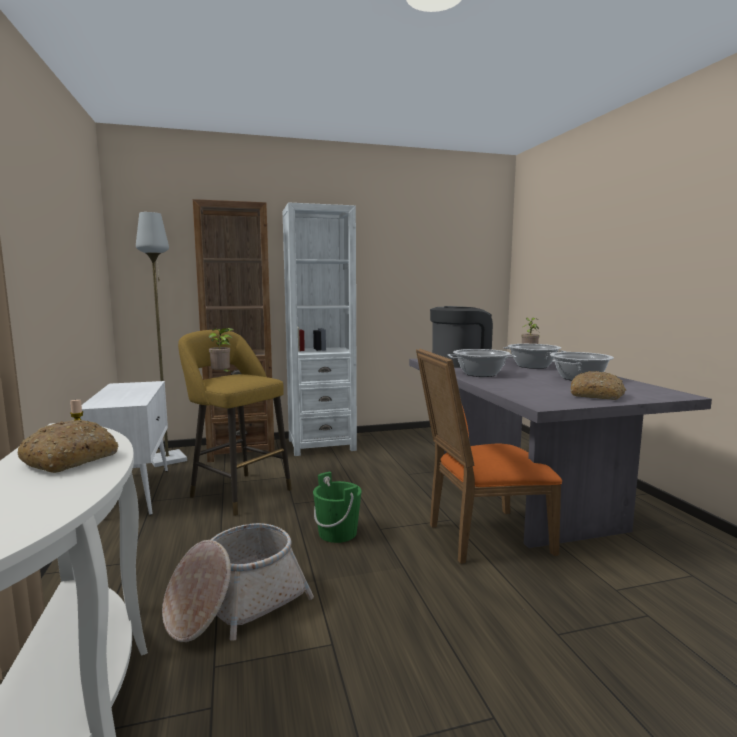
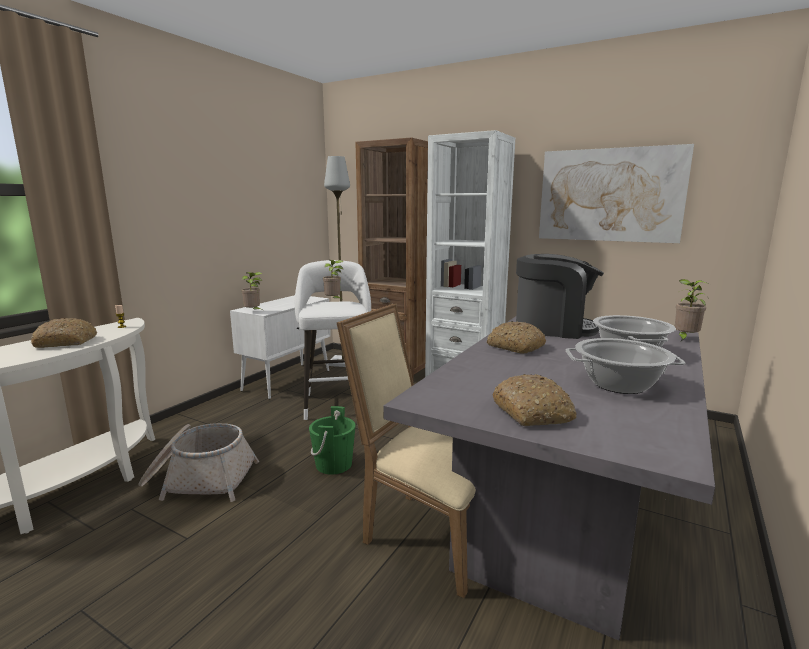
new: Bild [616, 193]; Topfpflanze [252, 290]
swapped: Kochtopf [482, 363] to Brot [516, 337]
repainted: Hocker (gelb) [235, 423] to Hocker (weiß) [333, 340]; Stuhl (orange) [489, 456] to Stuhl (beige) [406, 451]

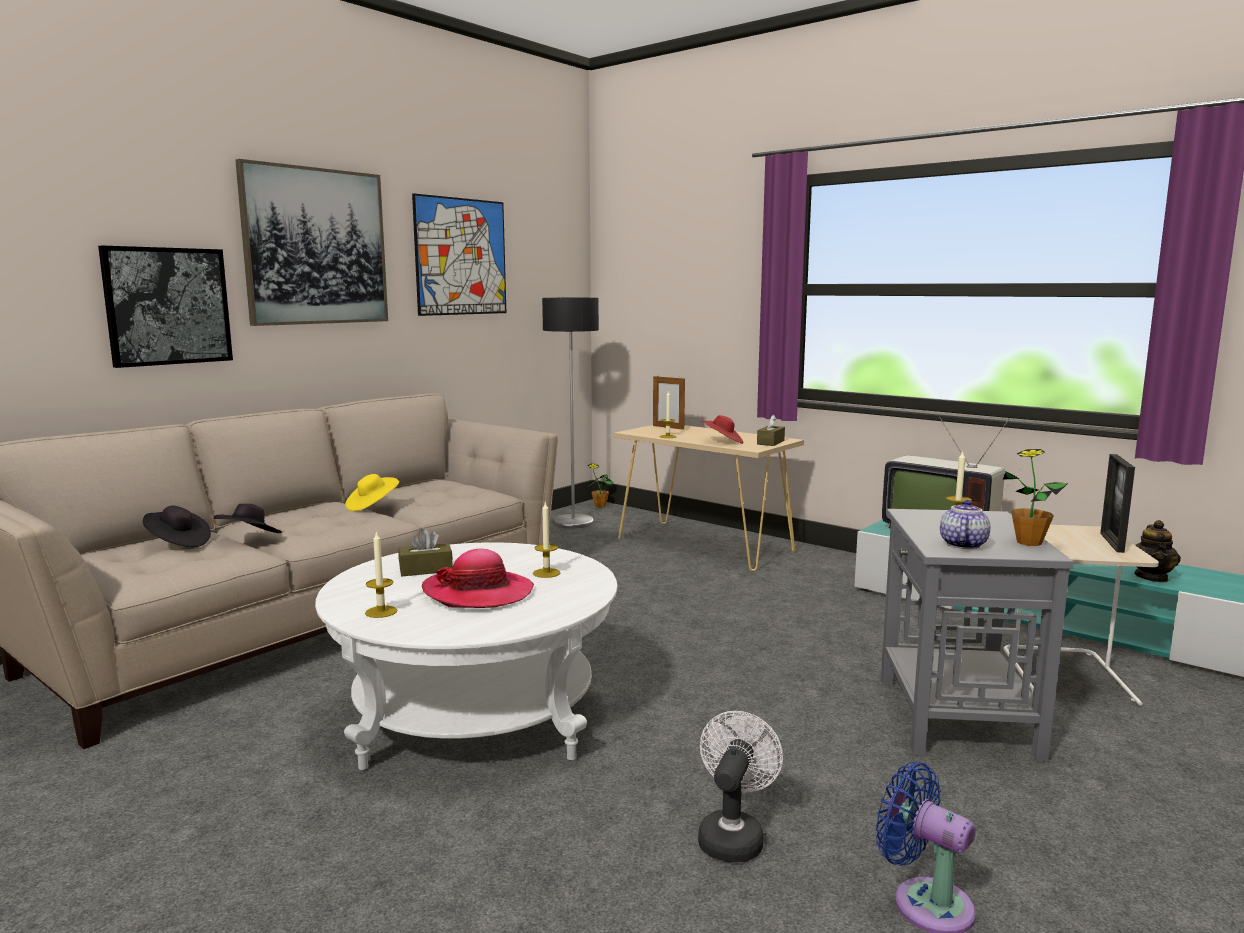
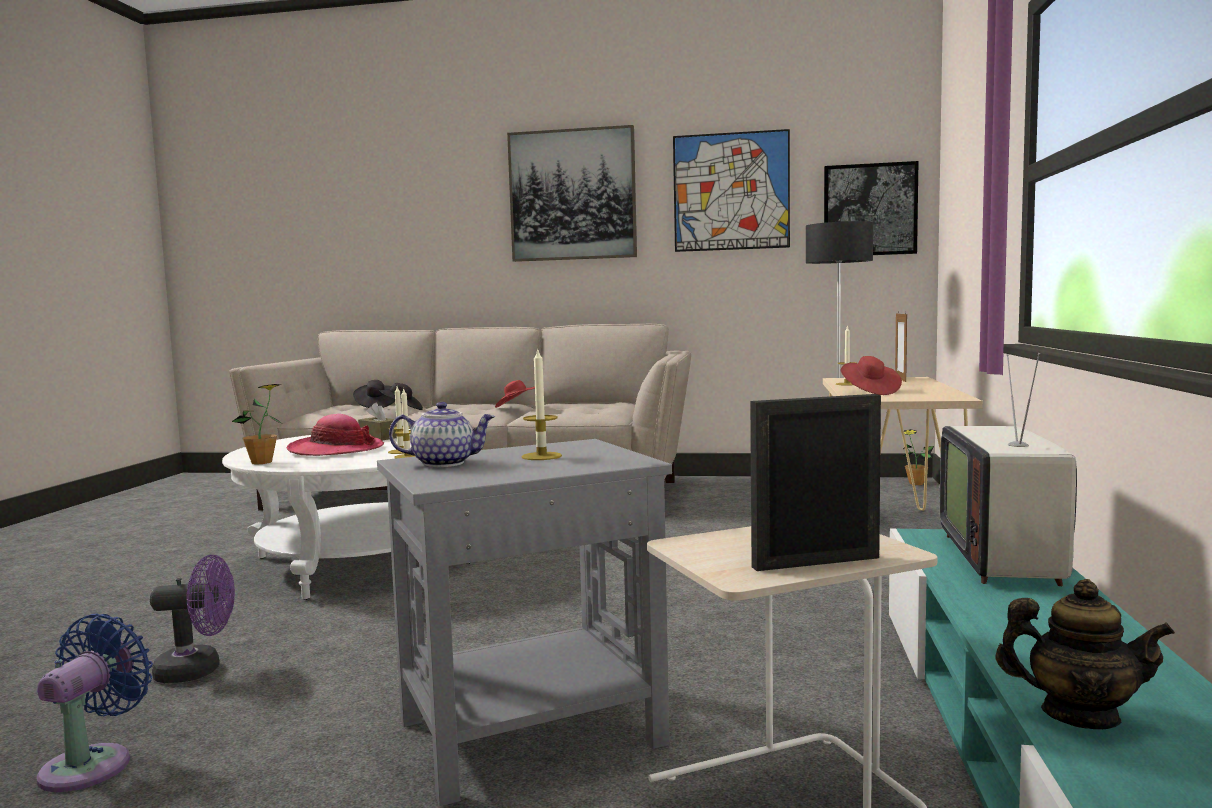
gone: Taschentuchbox (braun) [771, 430]
shifted: Bild [165, 307] to [871, 208]; Topfpflanze [1035, 497] to [257, 424]; Kerze [381, 574] to [405, 423]
repainted: Hut (gelb) [372, 492] to Hut (rot) [515, 394]; Ventilator (weiß) [740, 786] to Ventilator (lila) [192, 619]
rotated: Teekanne [1157, 551] = [1085, 654] 150 degrees counterclockwise

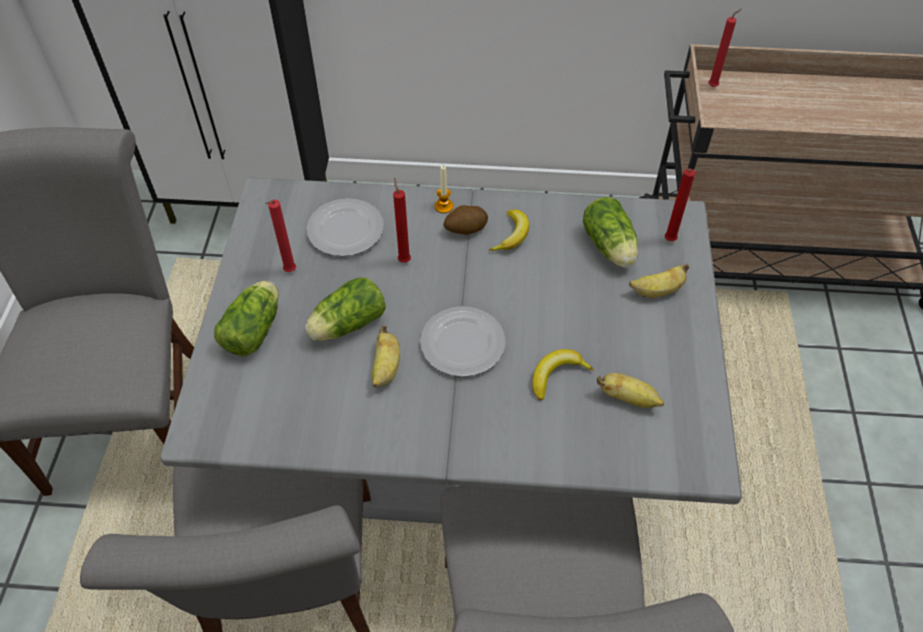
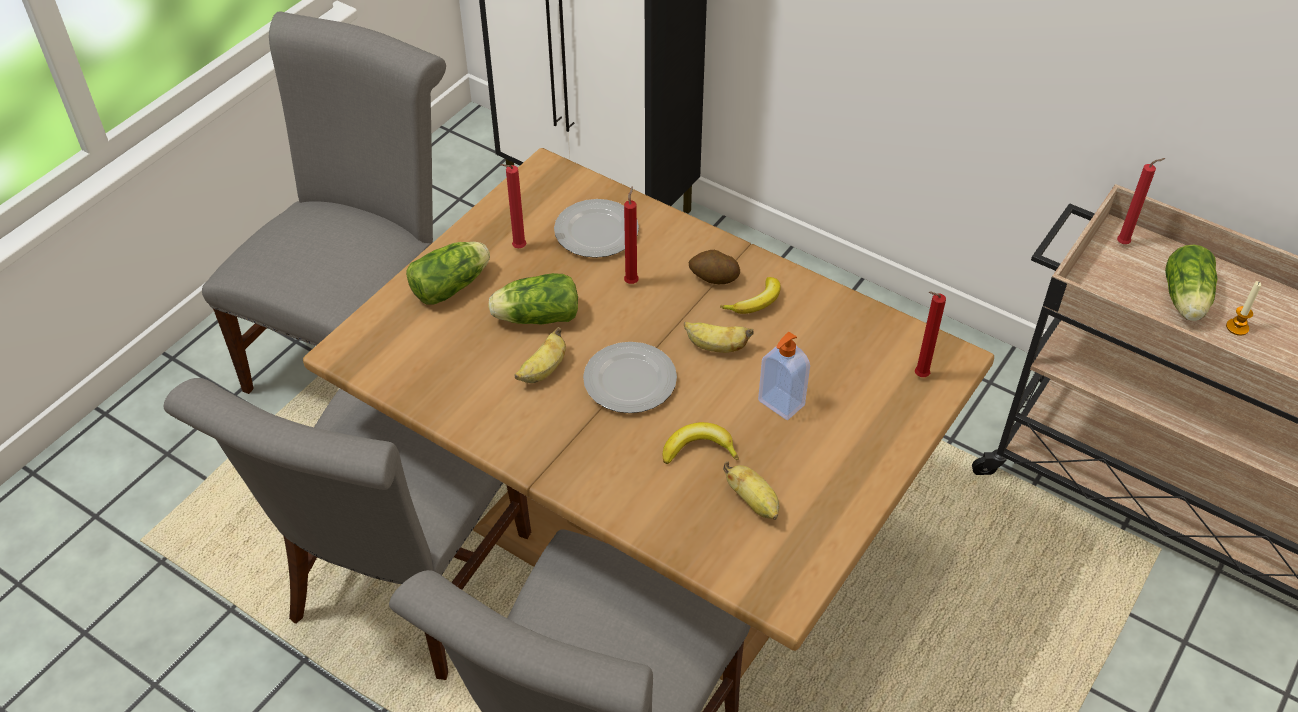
new: Seifenspender [784, 376]
shifted: Kerze [444, 189] to [1243, 308]; Salatkopf [610, 232] to [1191, 283]; Banane [659, 281] to [719, 337]
repainted: Esstisch (grau) [451, 350] to Esstisch (braun) [648, 414]

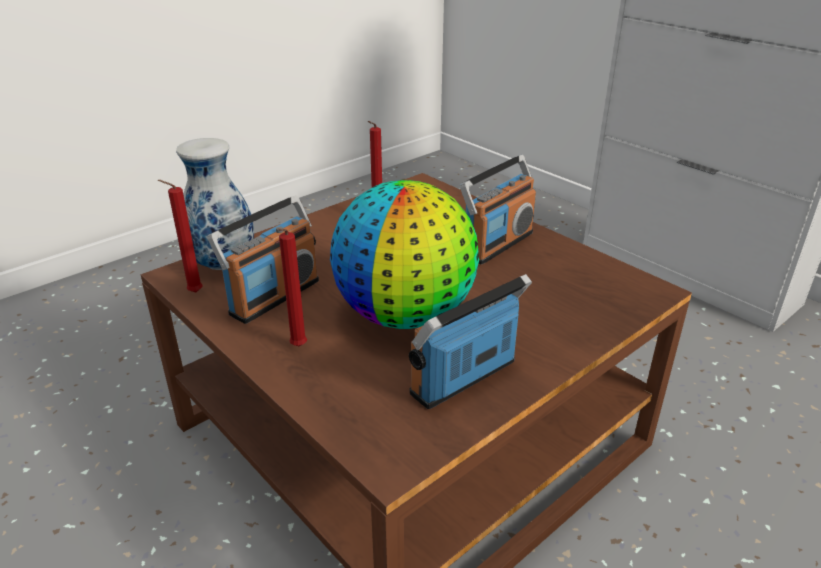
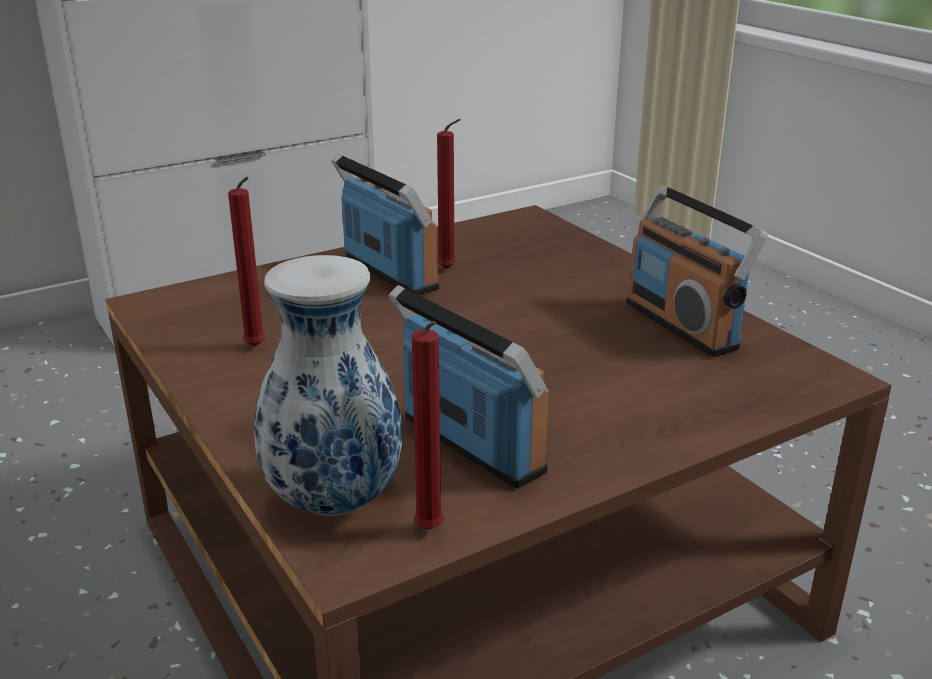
gone: Globus [404, 254]
shifted: Kerze (rot) [292, 287] to [449, 194]

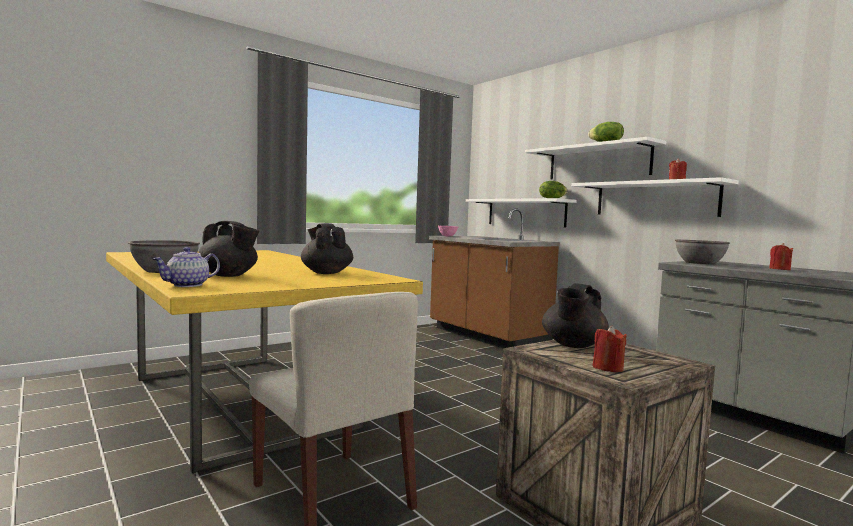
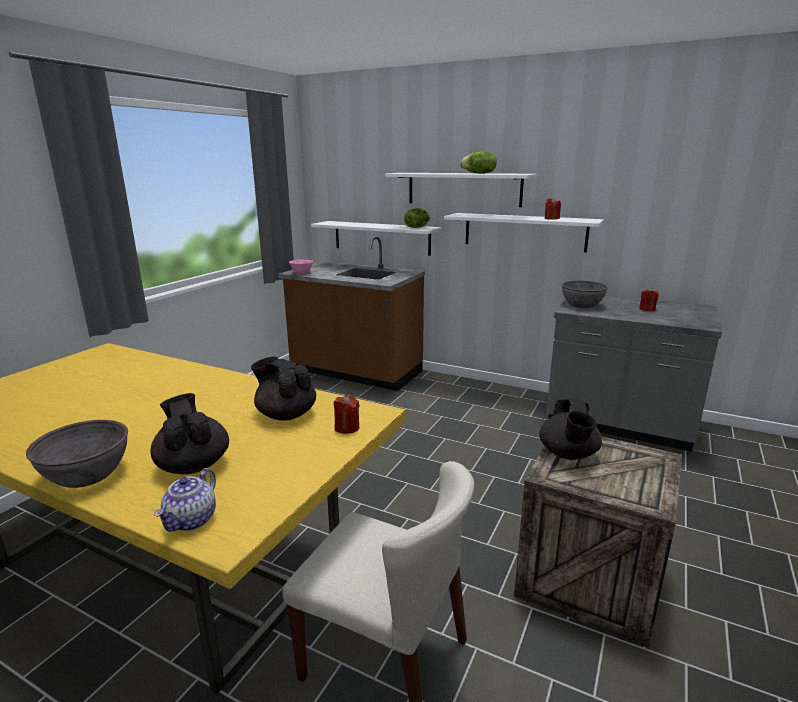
shifted: Kerze (rot) [610, 348] to [346, 414]
rotated: Teekanne (schwarz) [228, 249] = [189, 433] 120 degrees counterclockwise

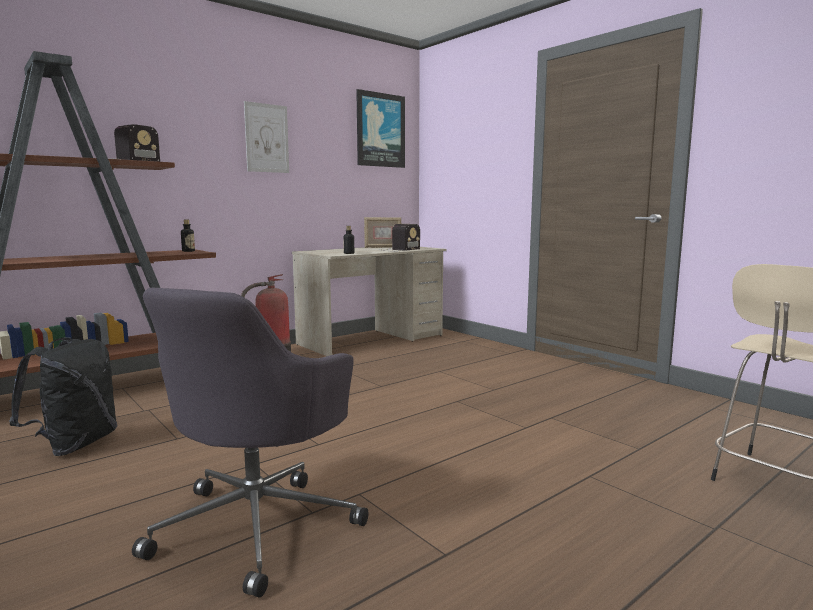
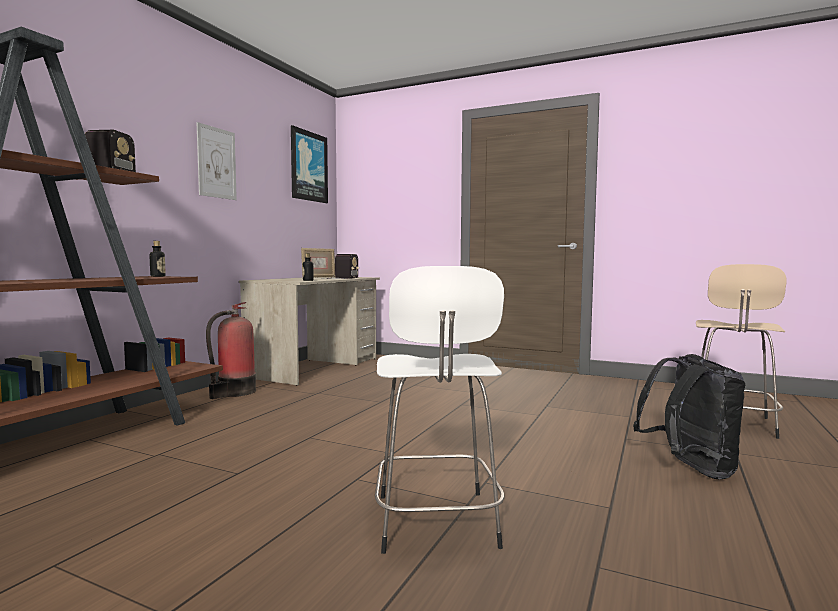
shifted: Rucksack (schwarz) [63, 396] to [689, 416]
swapped: Bürostuhl (grau) [250, 443] to Hocker (weiß) [440, 410]

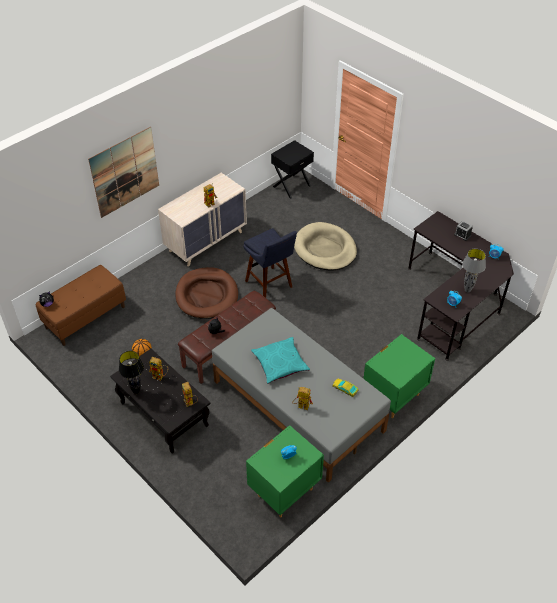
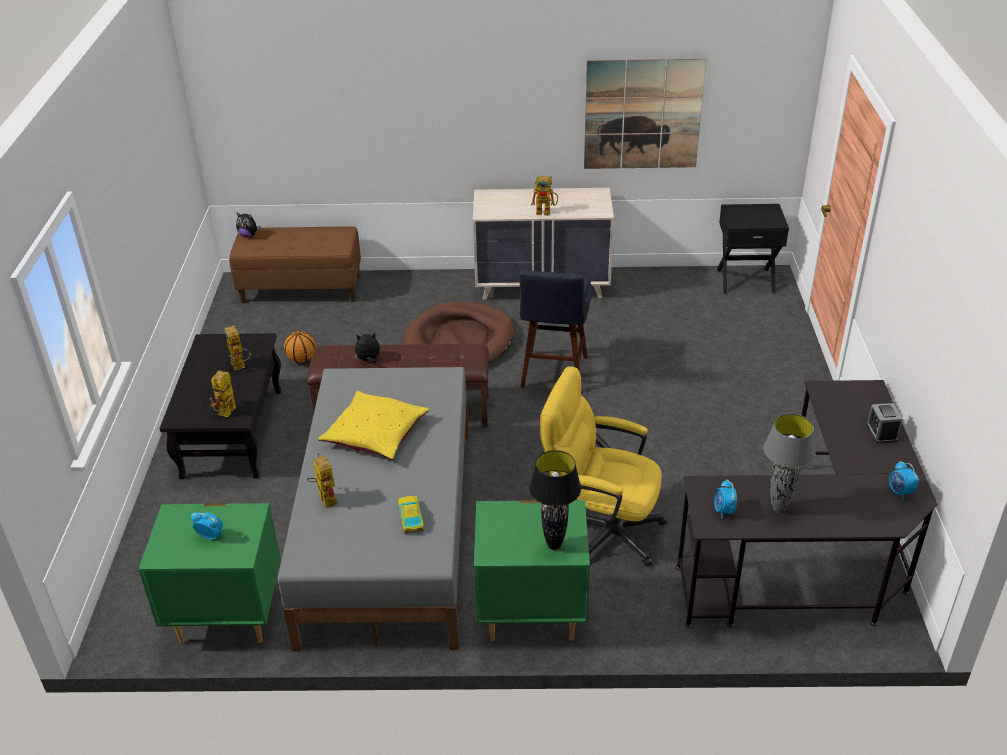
gone: Hundebett (beige) [325, 246]
new: Bürostuhl (gelb) [603, 466]
shifted: Bild [123, 172] to [645, 114]; Tischlampe (schwarz) [131, 372] to [555, 500]
repainted: Kissen (türkis) [280, 360] to Kissen (gelb) [373, 425]

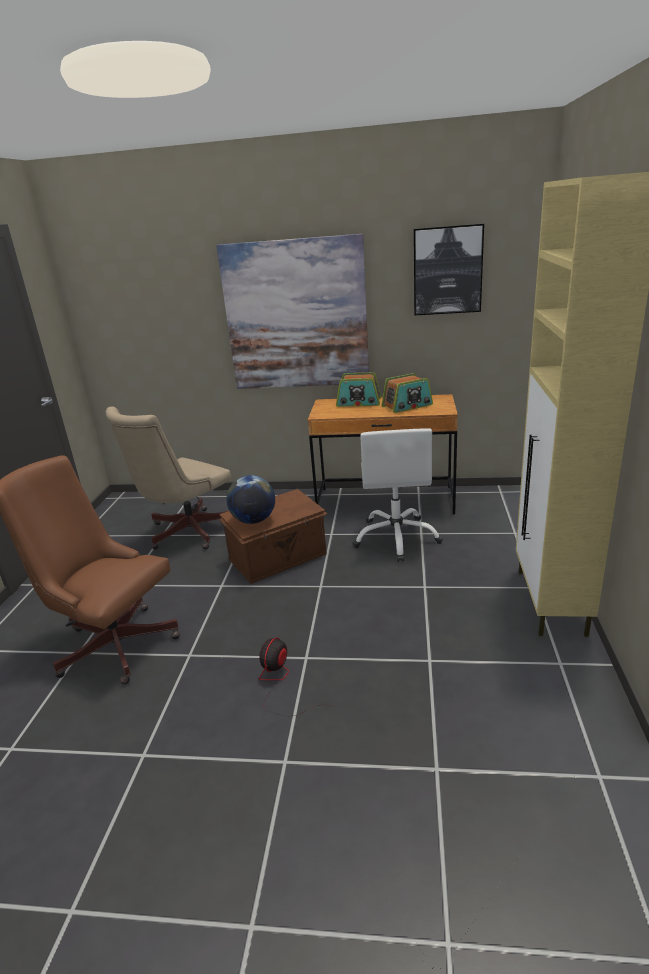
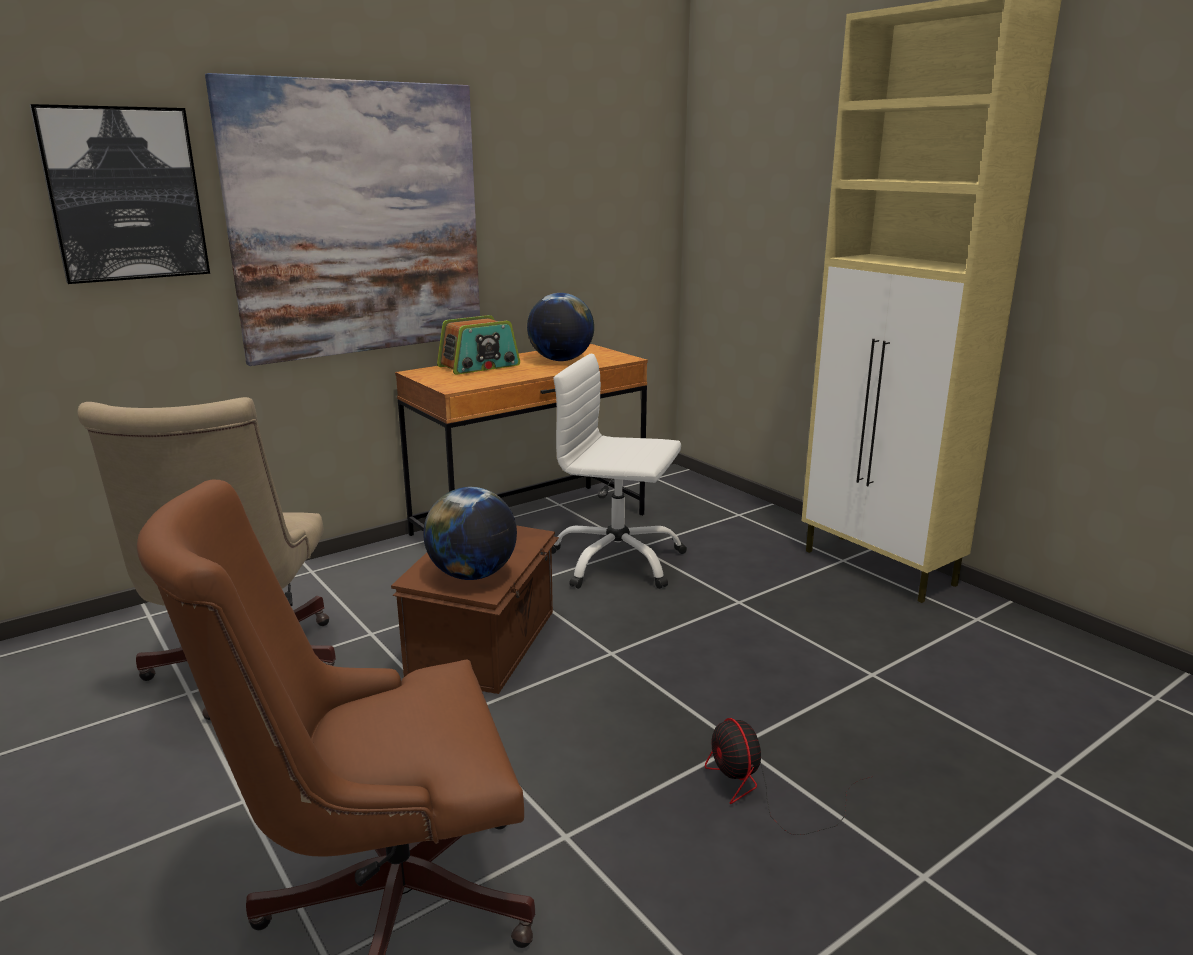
shifted: Bild [449, 270] to [120, 194]
swapped: Radio [407, 393] to Globus [560, 327]
rotated: Bürostuhl (weiß) [397, 495] = [619, 471] 150 degrees clockwise

